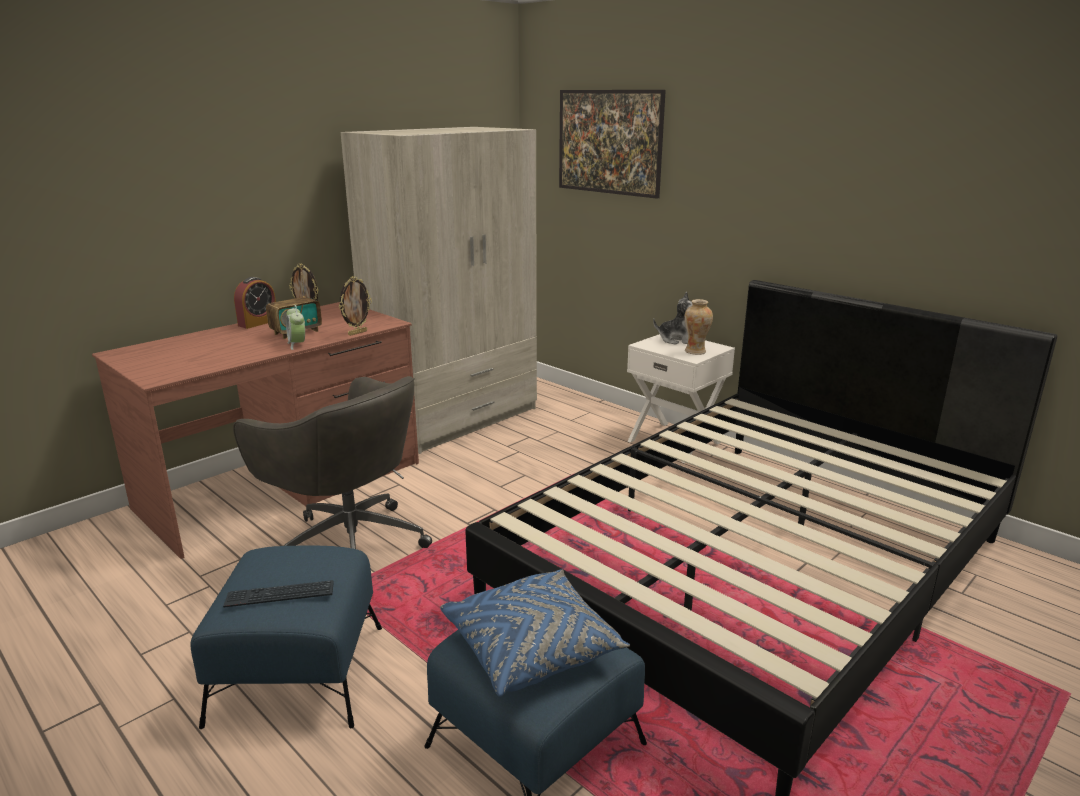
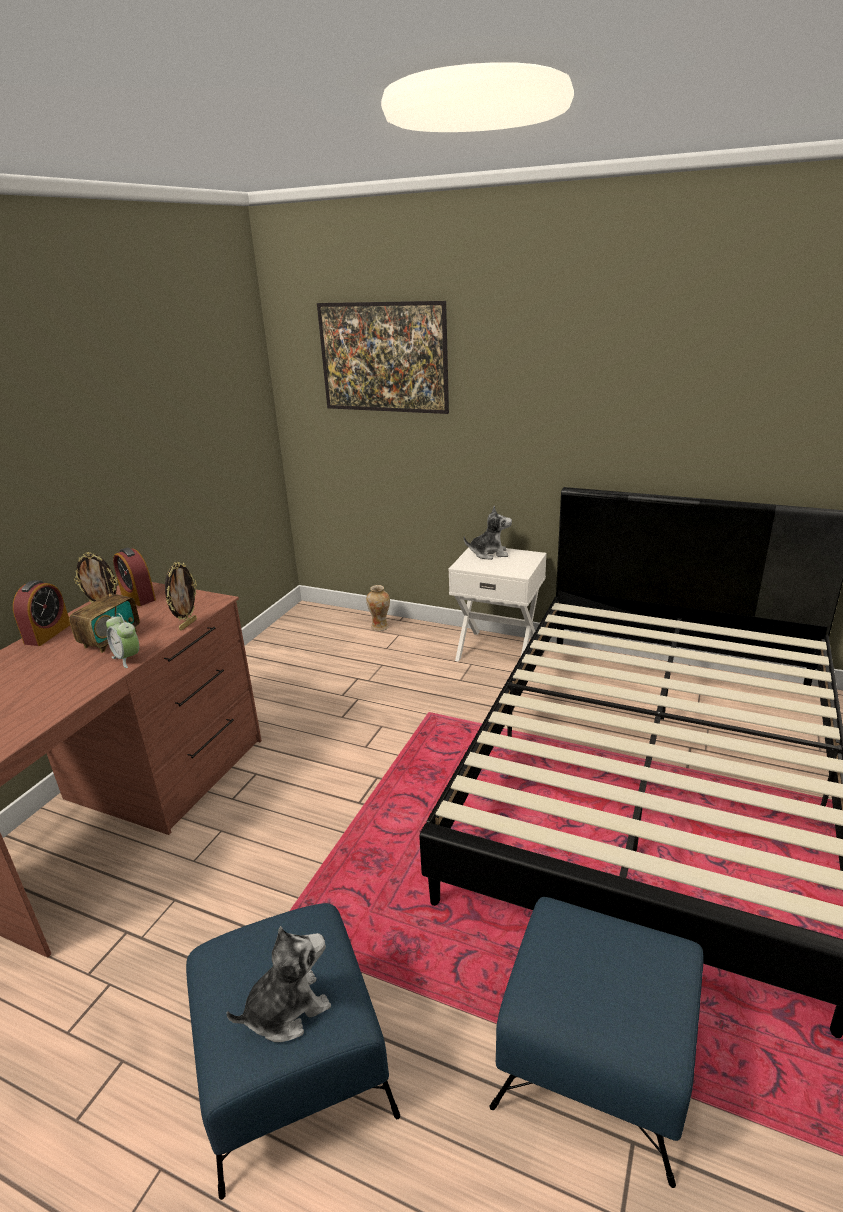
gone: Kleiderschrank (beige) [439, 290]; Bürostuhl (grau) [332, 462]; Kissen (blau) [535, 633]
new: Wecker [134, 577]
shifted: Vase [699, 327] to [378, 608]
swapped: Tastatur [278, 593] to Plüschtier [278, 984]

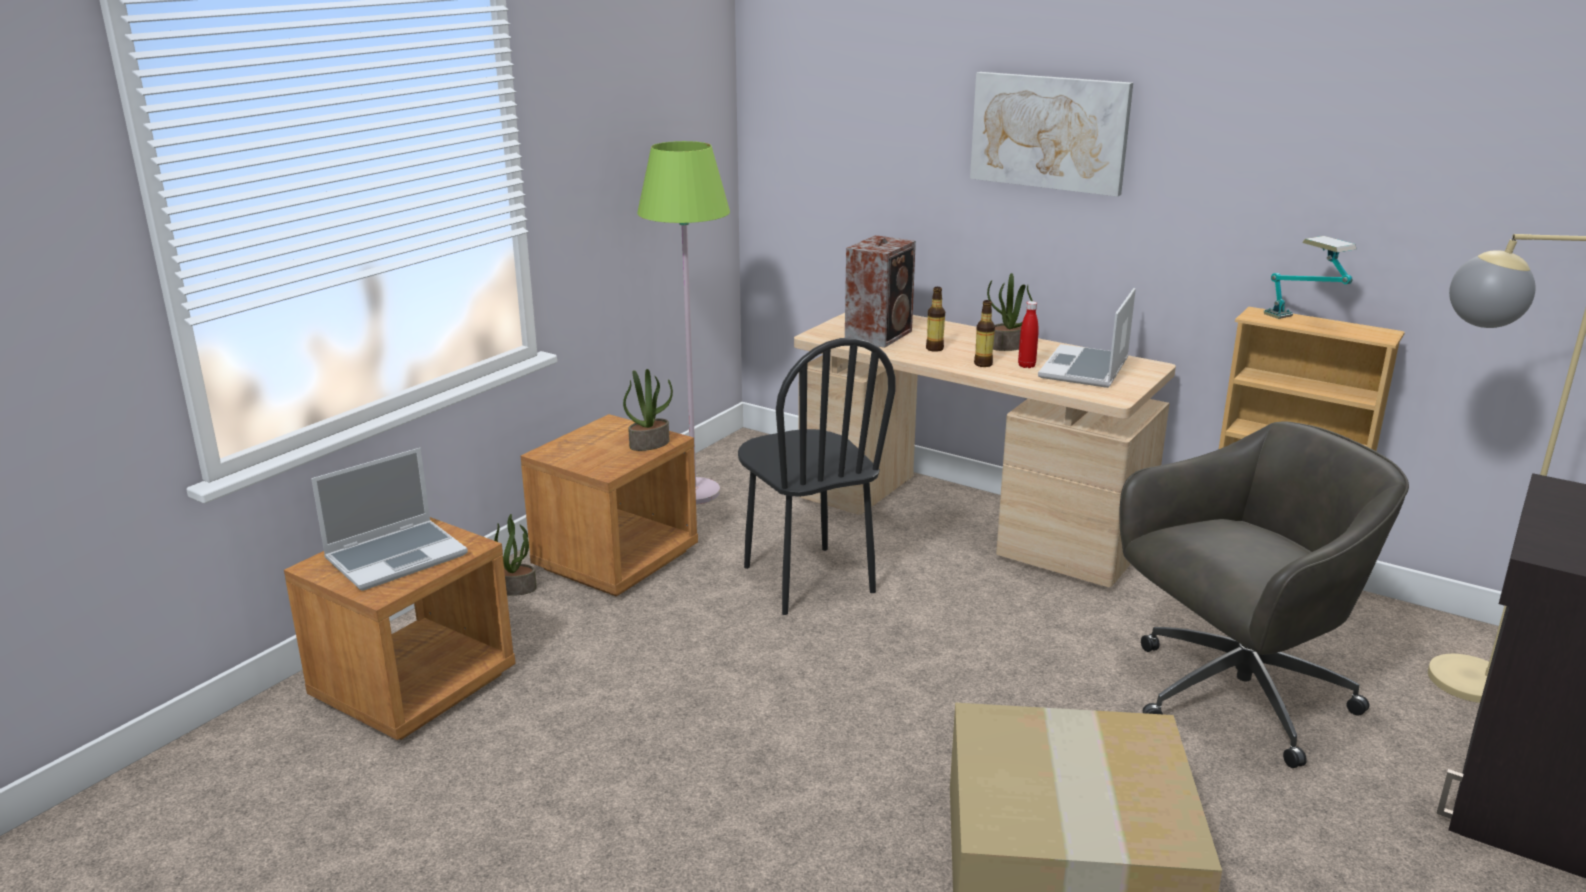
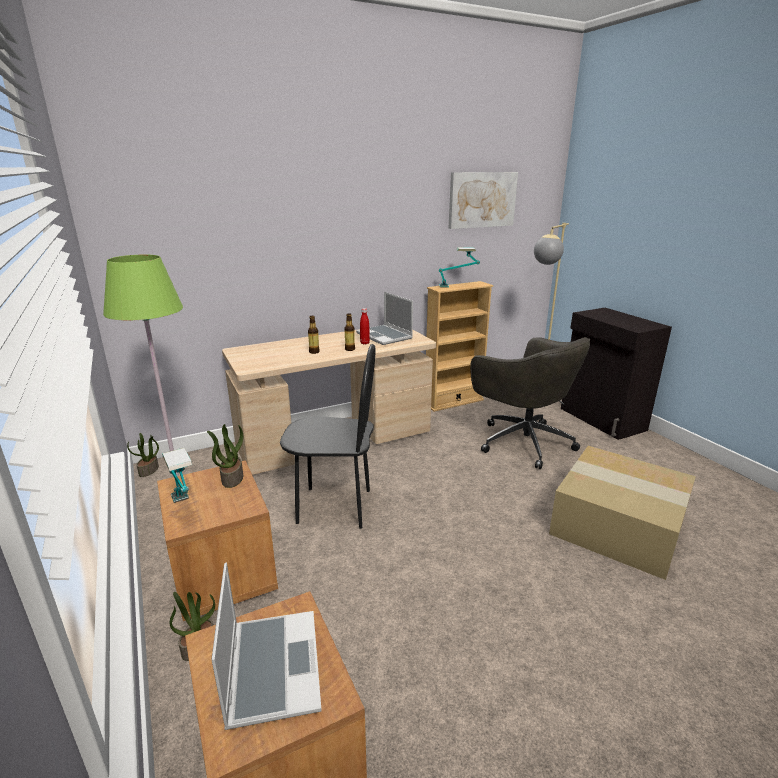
gone: Lautsprecher [880, 291]
new: Tischlampe [177, 475]
shifted: Bild [1051, 134] to [483, 200]; Topfpflanze [1010, 312] to [143, 455]
rotated: Bürostuhl (grau) [1264, 595] = [530, 403] 135 degrees clockwise

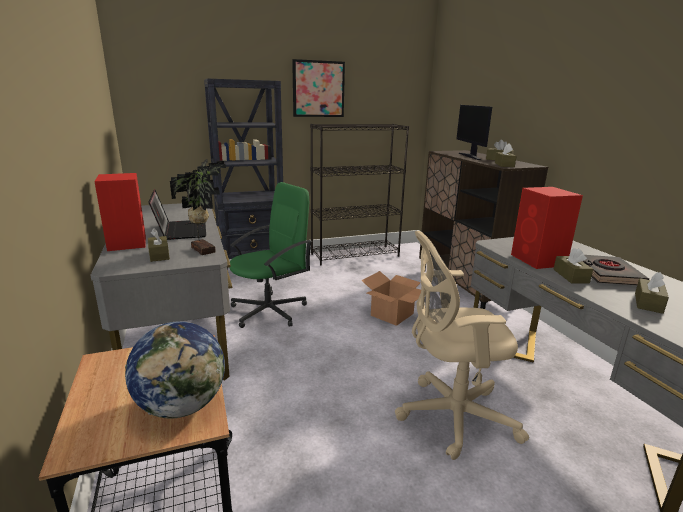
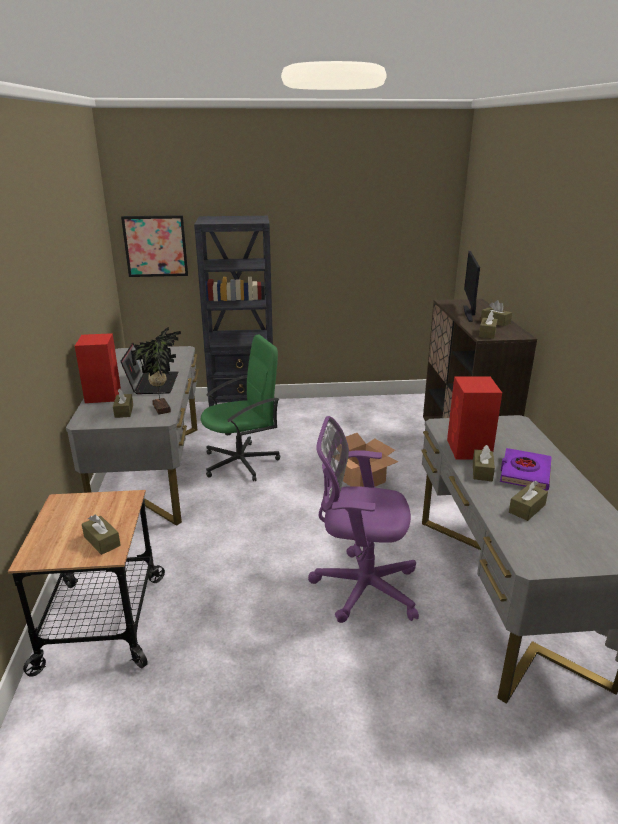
gone: Bücherregal (schwarz) [359, 194]
shifted: Bild [318, 88] to [154, 246]
swapped: Globus [175, 370] to Taschentuchbox (braun) [101, 535]
repainted: Bürostuhl (beige) [462, 345] to Bürostuhl (lila) [363, 519]; Buch (schwarz) [615, 270] to Buch (lila) [526, 469]

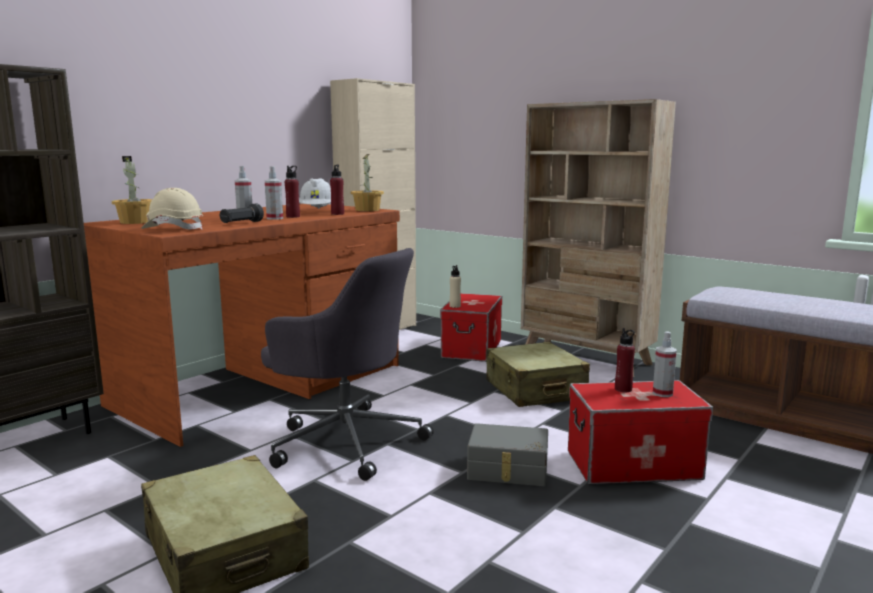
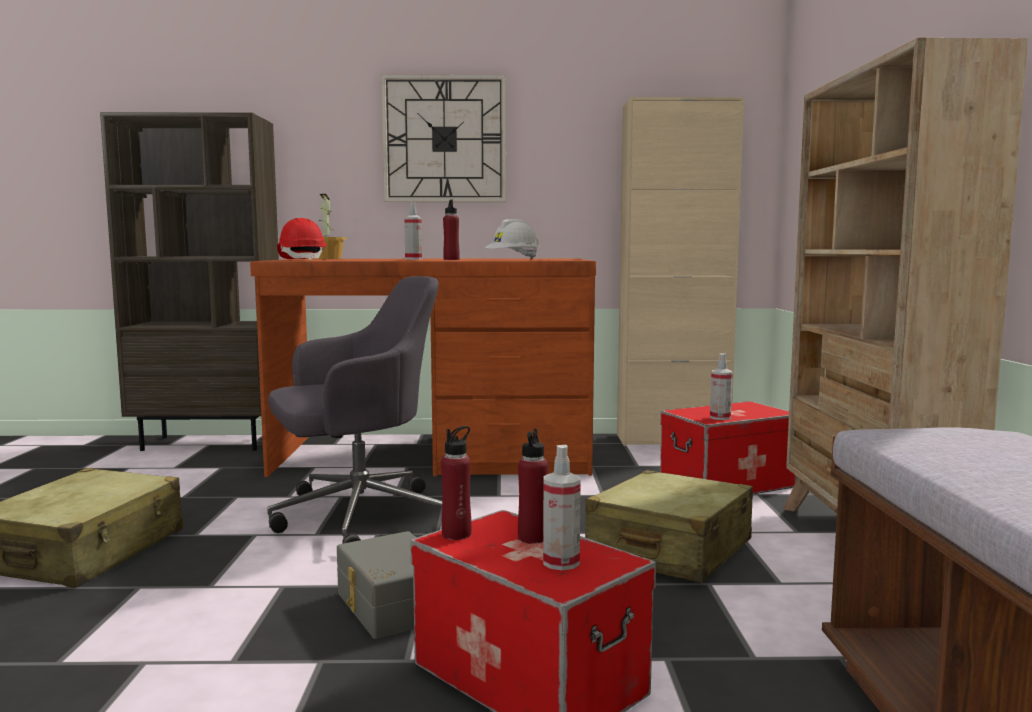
gone: Topfpflanze [367, 182]; Taschenlampe (schwarz) [241, 213]; Flasche (beige) [455, 286]
new: Wanduhr [443, 138]
shifted: Flasche (rot) [337, 190] to [456, 483]; Sprühflasche [274, 193] to [721, 386]
repainted: Schutzhelm (beige) [172, 209] to Schutzhelm (rot) [301, 239]
rotated: Bürostuhl (grau) [347, 364] = [354, 410] 105 degrees counterclockwise

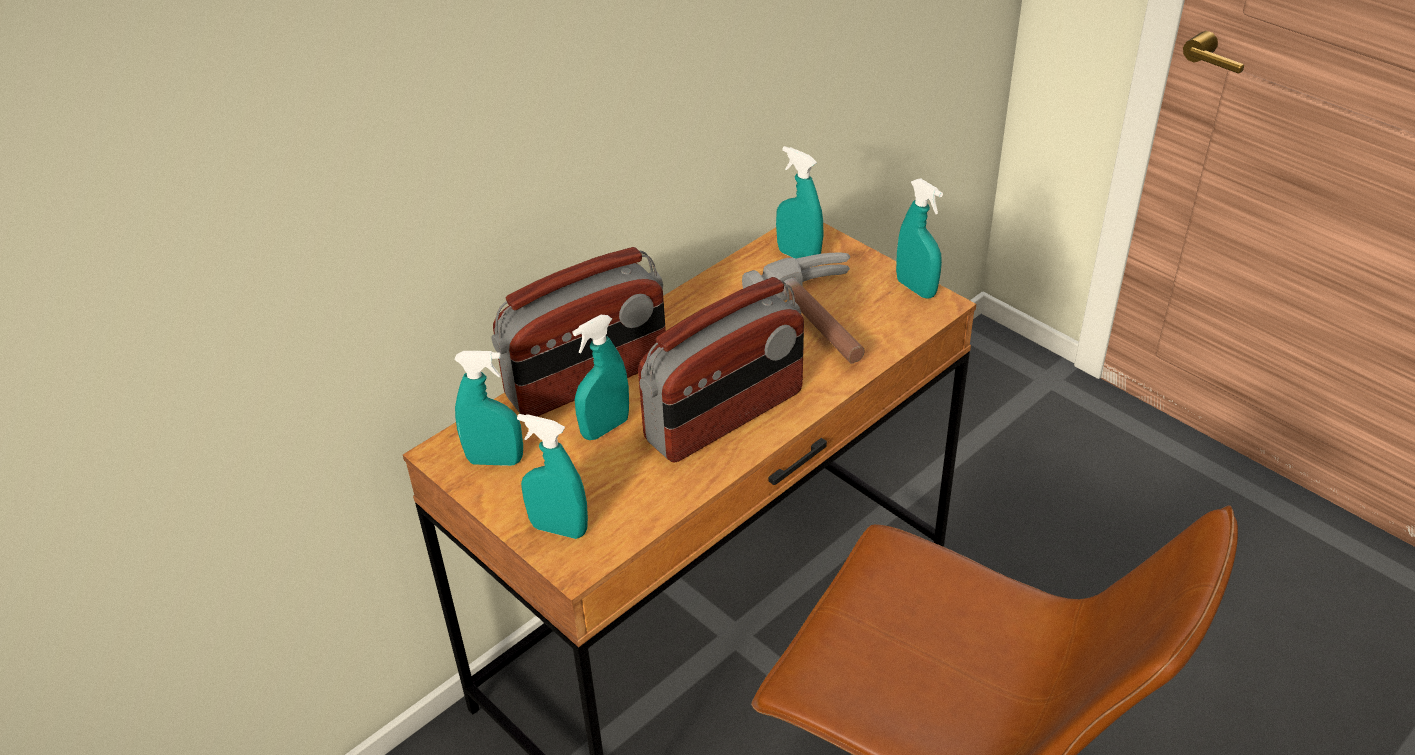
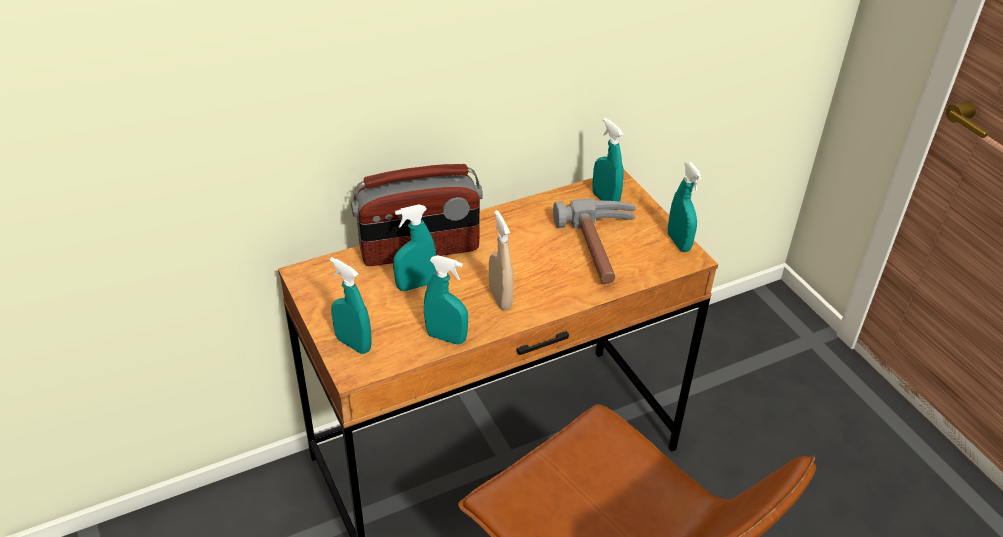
shifted: Sprühflasche (türkis) [488, 408] to [446, 300]
swapped: Radio [721, 370] to Sprühflasche (beige) [501, 260]

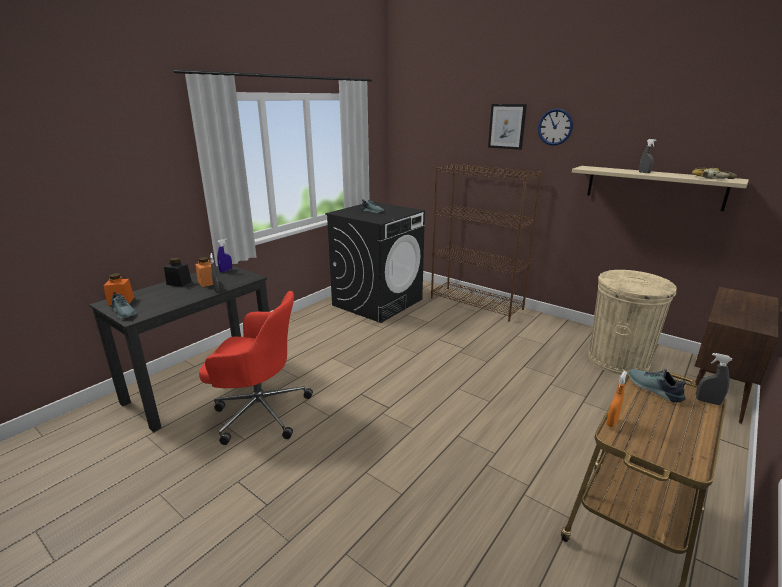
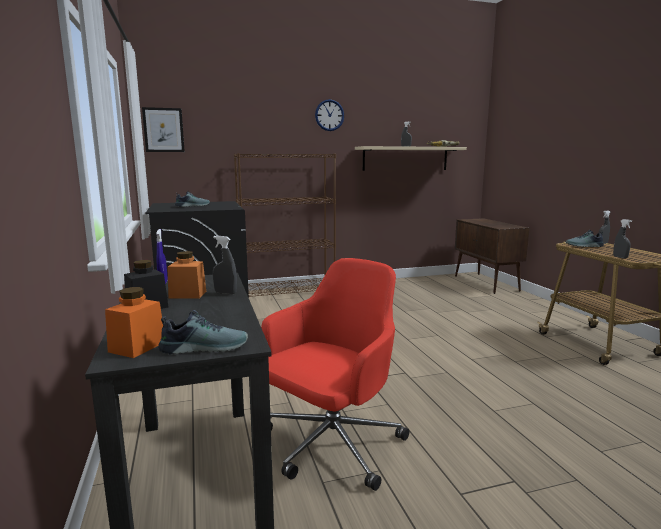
gone: Mülleimer (beige) [632, 323]
shifted: Bild [507, 127] to [163, 129]
repainted: Sprühflasche (orange) [616, 399] to Sprühflasche (grau) [622, 239]

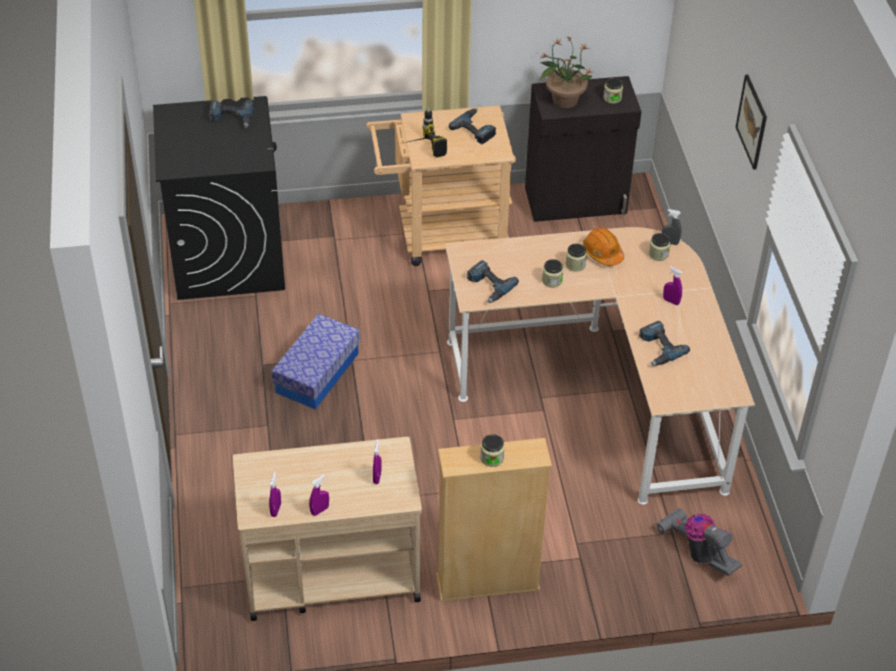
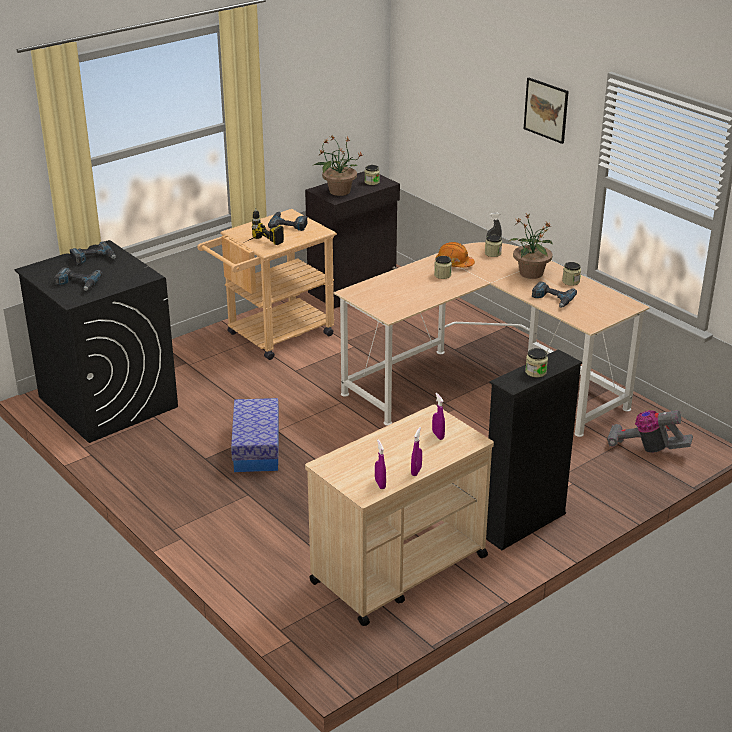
shifted: Vorratsglas [552, 273] to [571, 274]; Bohrmaschine [493, 281] to [78, 279]
swapped: Sprühflasche (lila) [672, 285] to Topfpflanze [530, 246]
repainted: Bücherregal (beige) [494, 520] to Bücherregal (schwarz) [534, 449]

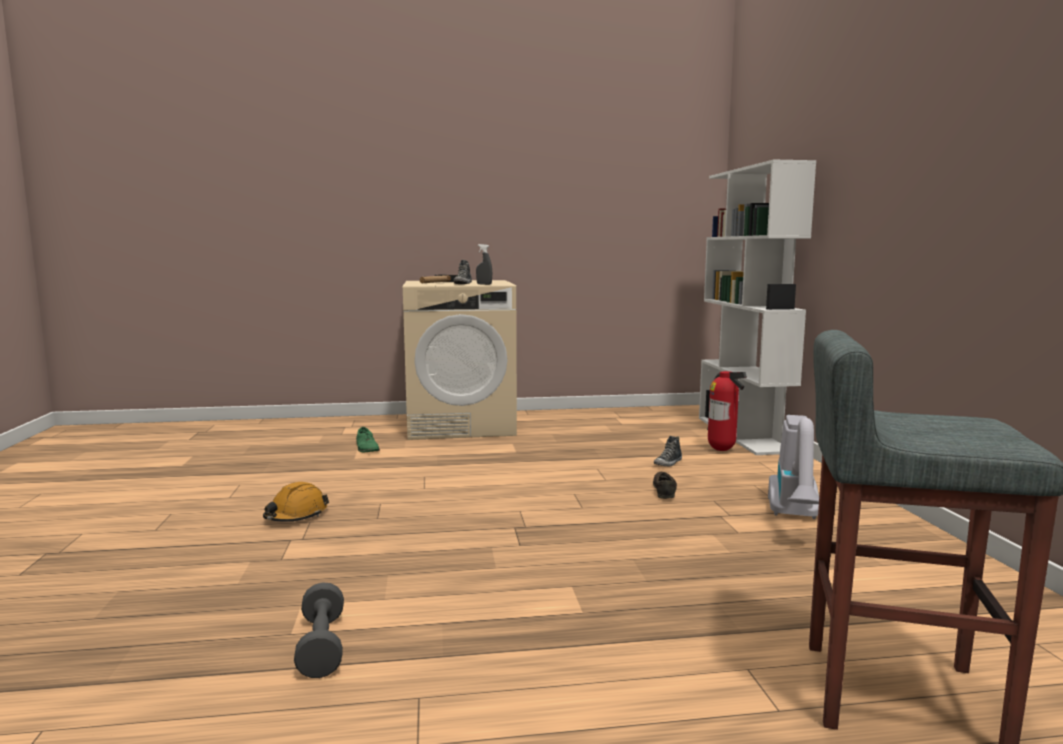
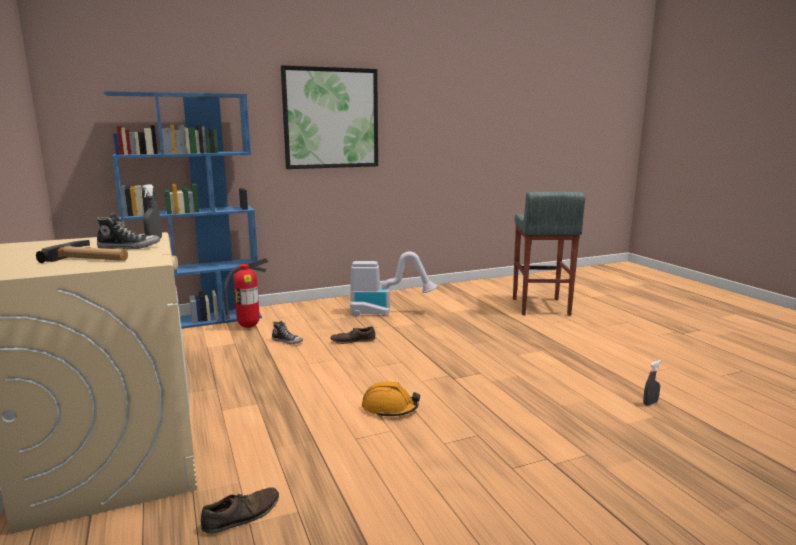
new: Bild [329, 117]
shifted: Schutzhelm (orange) [296, 502] to [391, 399]
swapped: Hantel (grau) [319, 630] to Sprühflasche (grau) [652, 383]
repainted: Bücherregal (weiß) [757, 307] to Bücherregal (blau) [183, 210]; Schuh (grün) [368, 439] to Schuh (braun) [240, 510]

